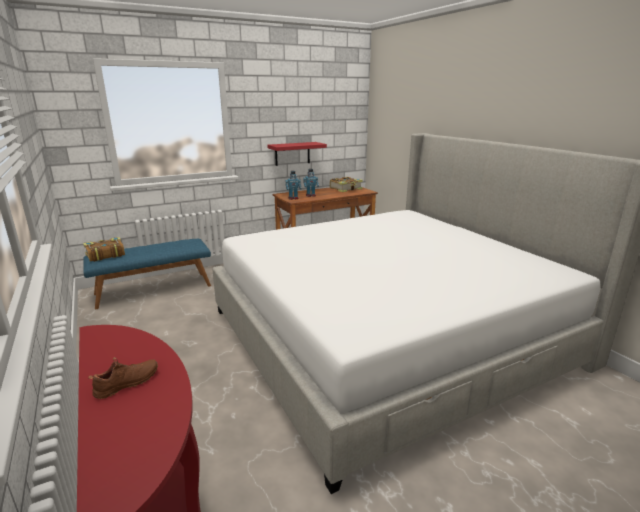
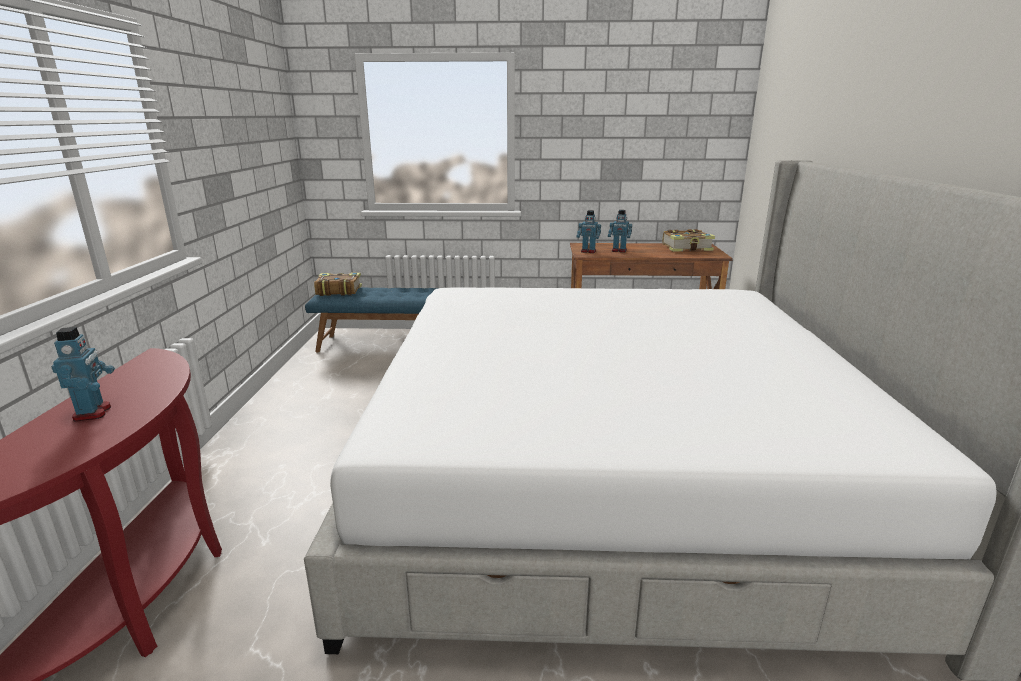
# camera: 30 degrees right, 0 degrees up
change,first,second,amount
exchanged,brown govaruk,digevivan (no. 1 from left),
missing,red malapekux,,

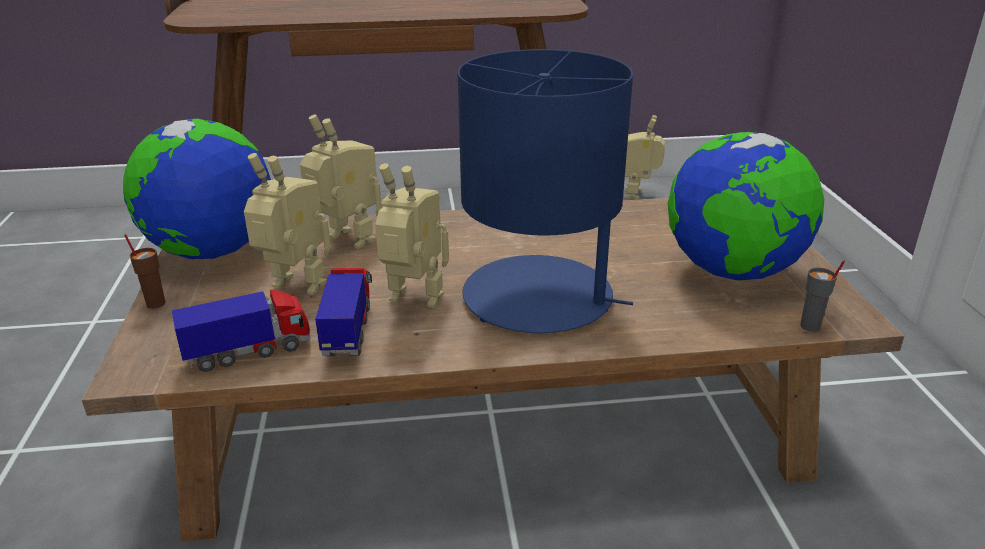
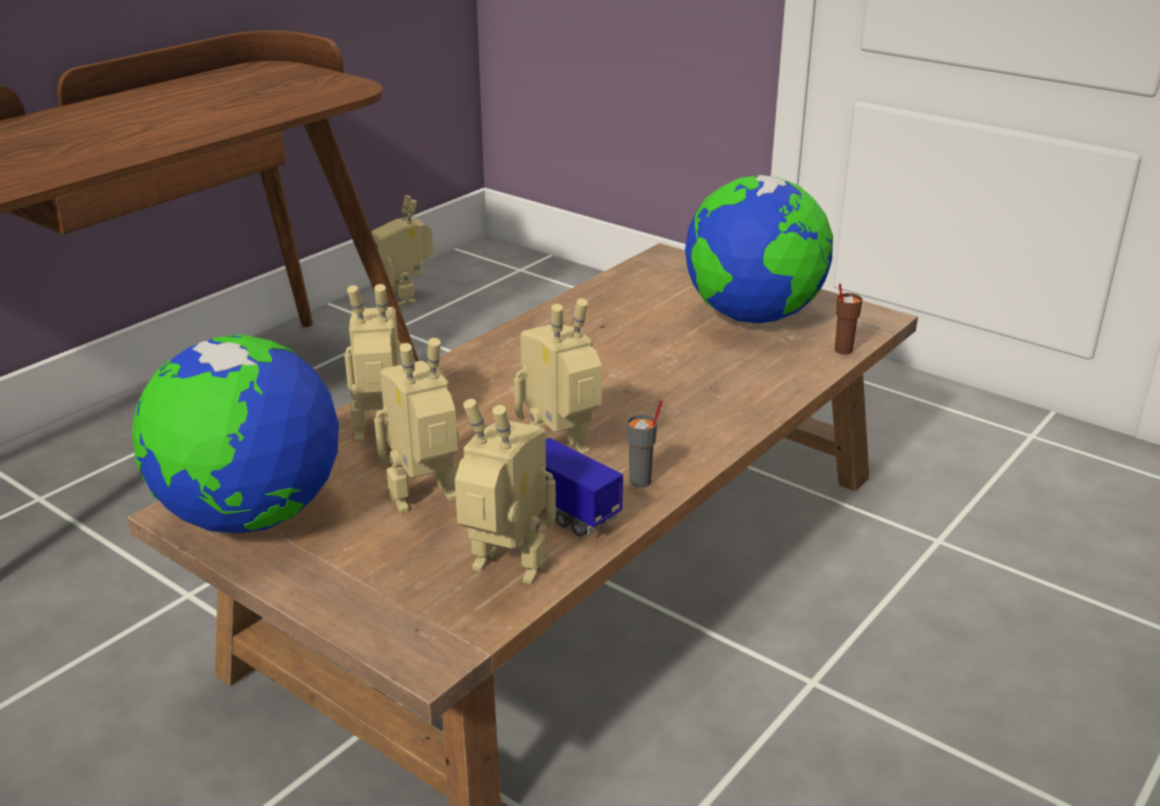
# camera: 45 degrees left, 0 degrees up
change,first,second,amount
relocated,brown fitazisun,,
exchanged,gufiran (no. 1 from left),digevivan (no. 4 from left),
missing,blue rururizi,,
relocated,grey fitazisun,,

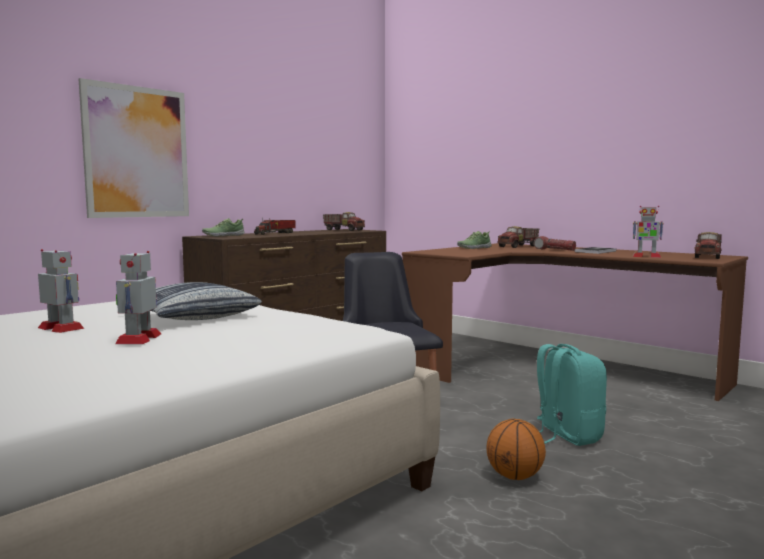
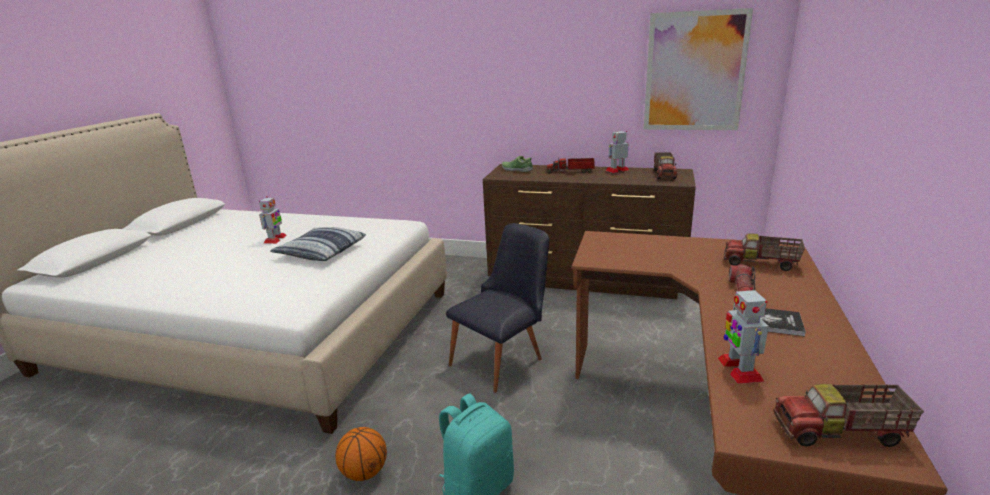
# camera: 65 degrees right, 15 degrees up
change,first,second,amount
relocated,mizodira,,
relocated,digevivan (no. 2 from left),,
missing,govaruk (no. 2 from left),,

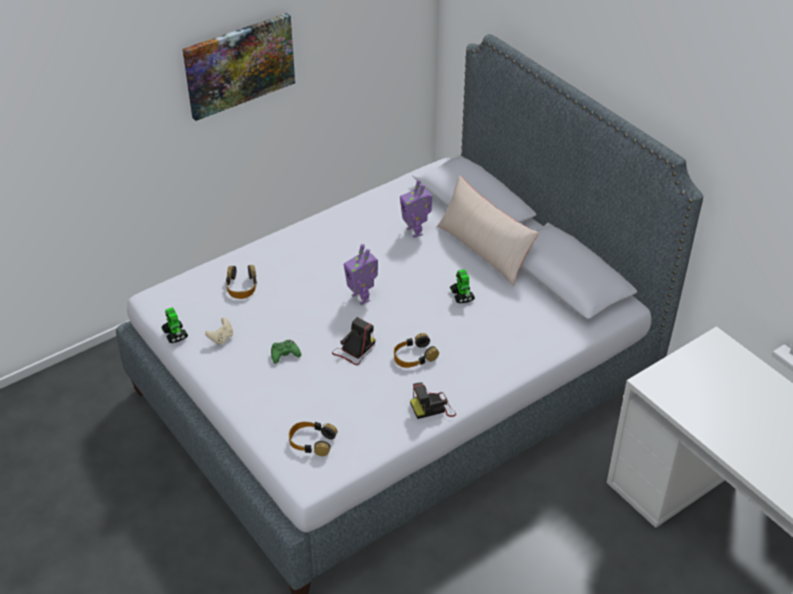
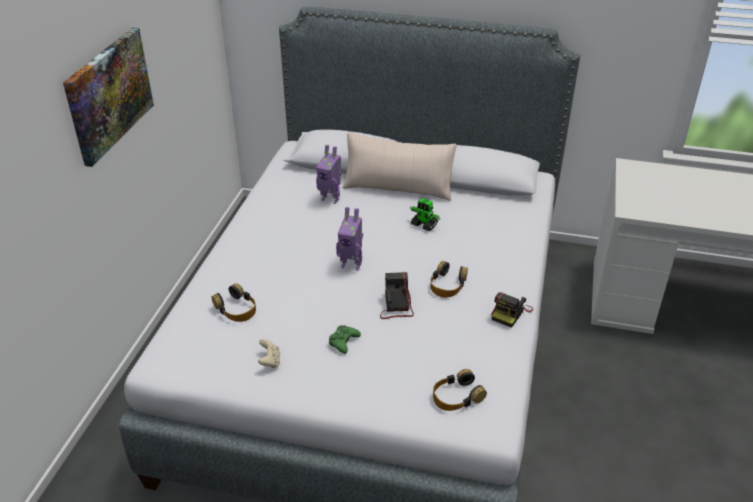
# camera: 40 degrees left, 5 degrees down
change,first,second,amount
missing,digevivan (no. 1 from left),,

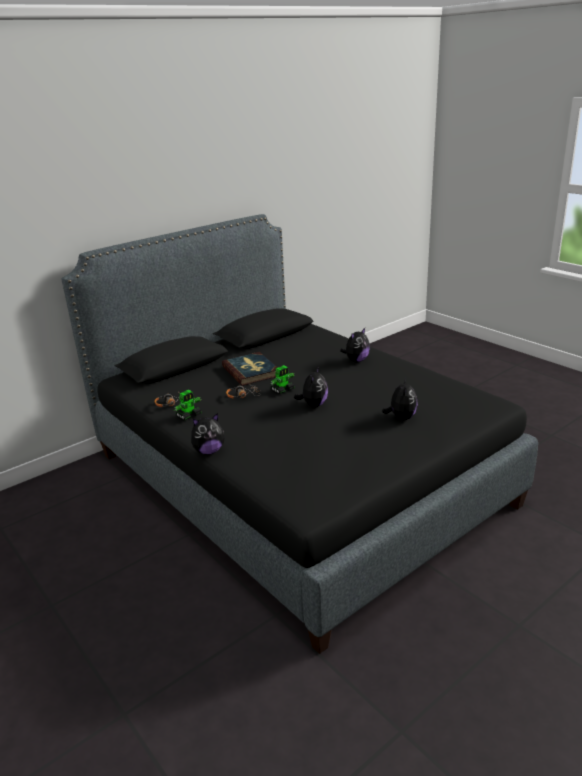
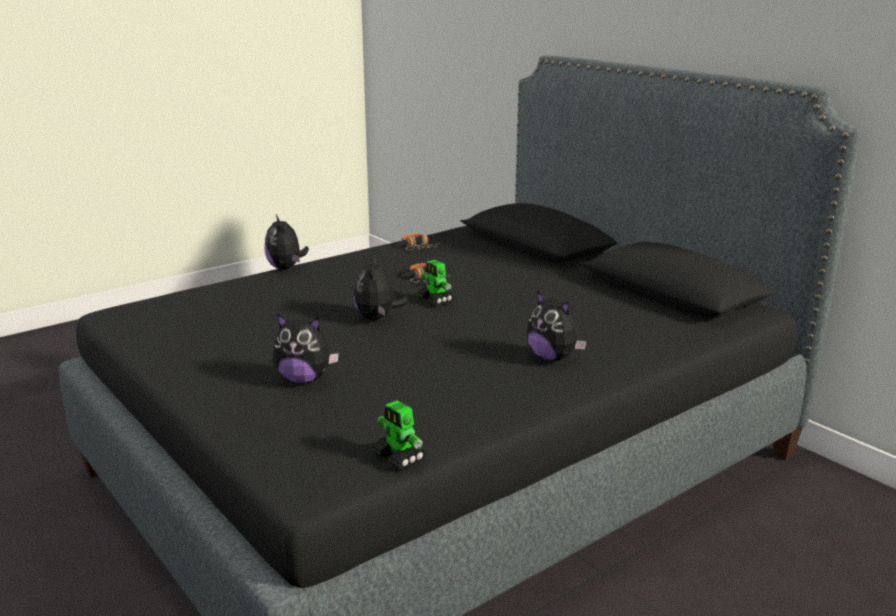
# camera: 90 degrees right, 5 degrees down
change,first,second,amount
relocated,digevivan (no. 1 from left),,
missing,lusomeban,,
spun,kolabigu (no. 2 from left in the first image),kolabigu (no. 3 from left),75 degrees clockwise

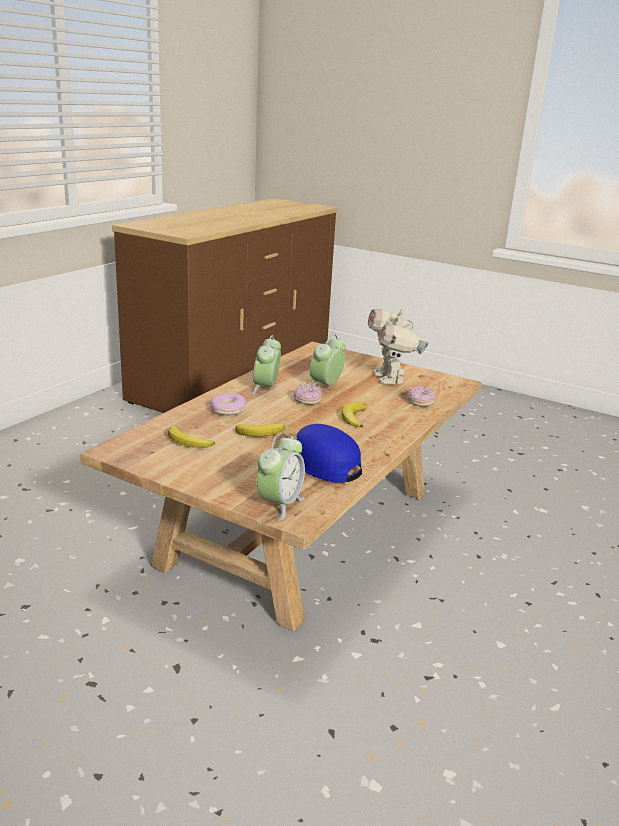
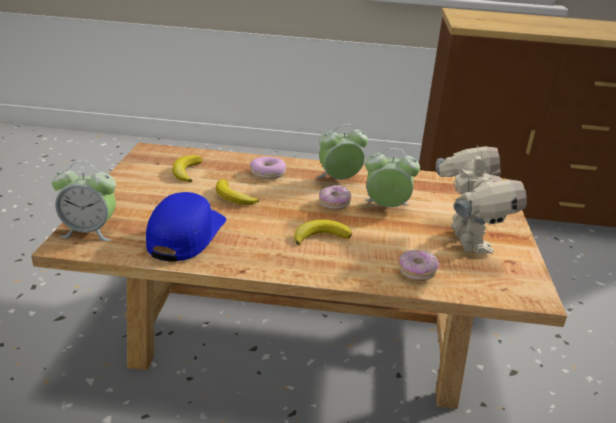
# camera: 65 degrees right, 5 degrees up
change,first,second,amount
spun,digevivan,,120 degrees clockwise

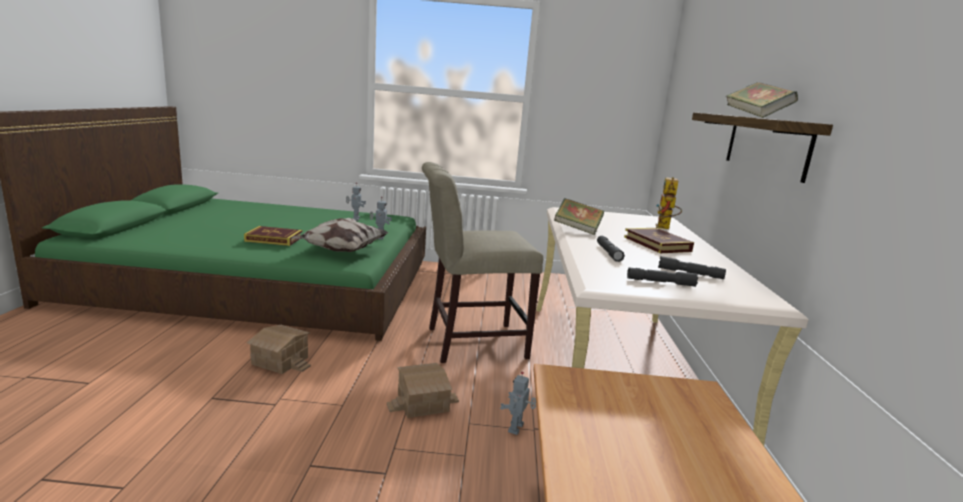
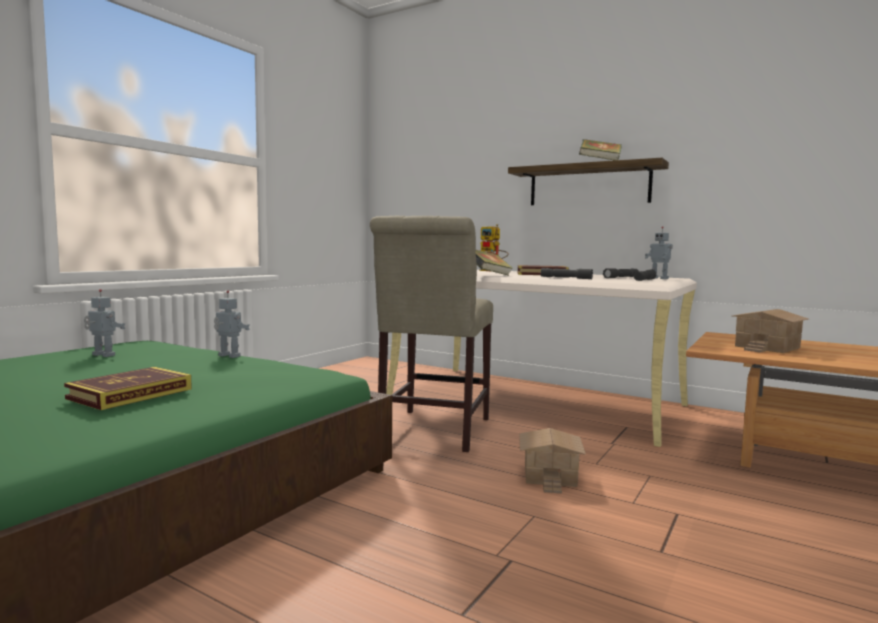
# camera: 60 degrees left, 10 degrees down
change,first,second,amount
relocated,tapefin (no. 1 from left in the first image),tapefin (no. 2 from left),
missing,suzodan,,
relocated,digevivan (no. 3 from left in the first image),digevivan (no. 4 from left),

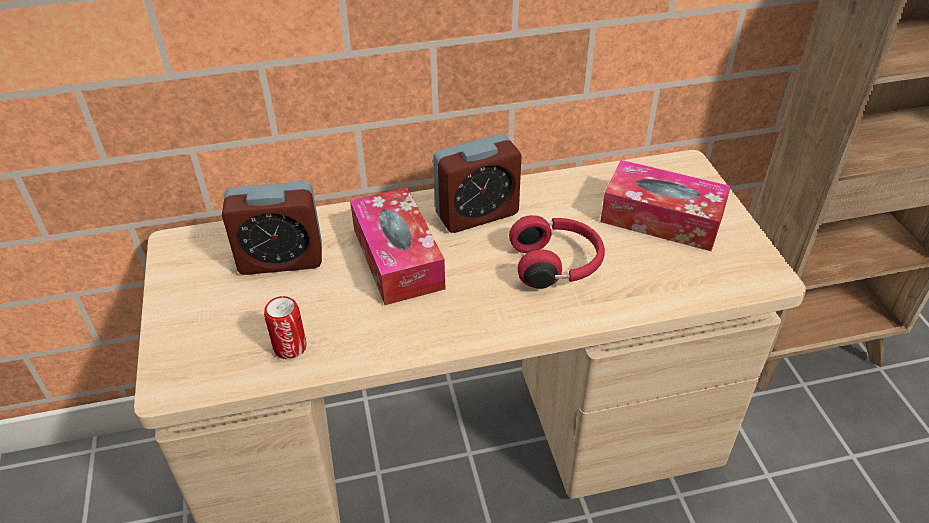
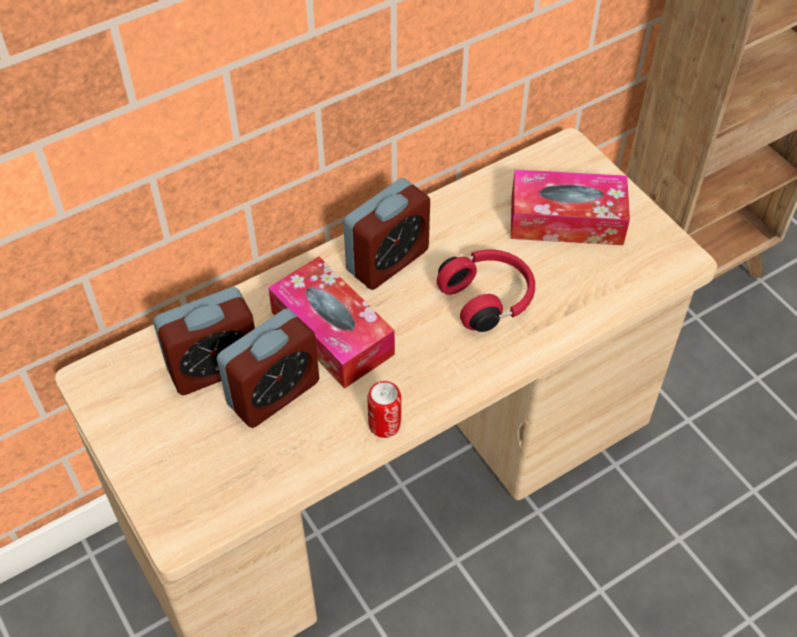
# camera: 20 degrees left, 10 degrees up
change,first,second,amount
relocated,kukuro,,
appeared,,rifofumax (no. 2 from left),

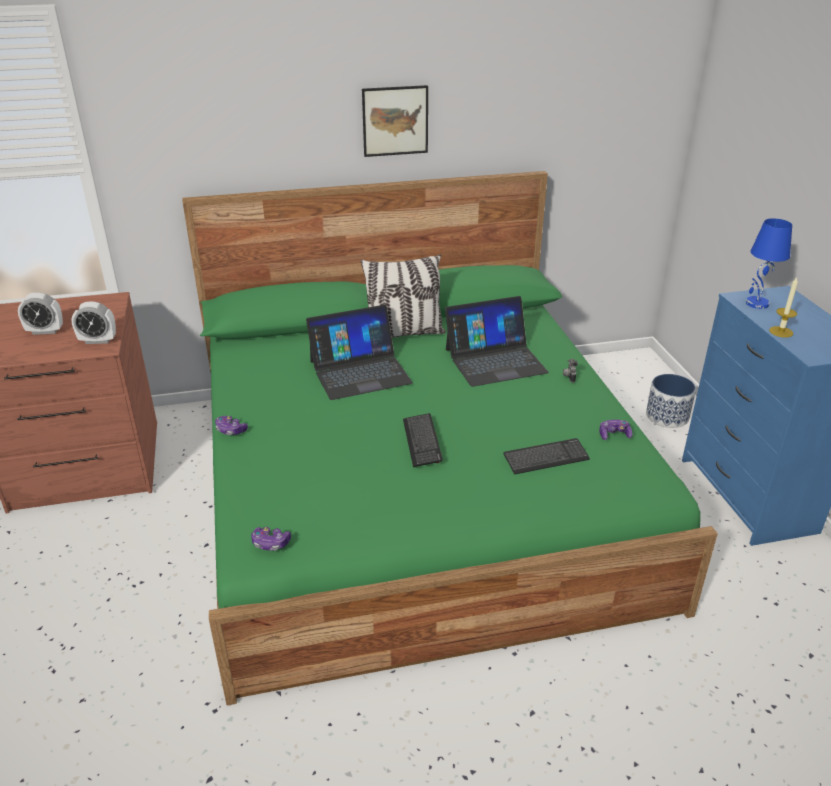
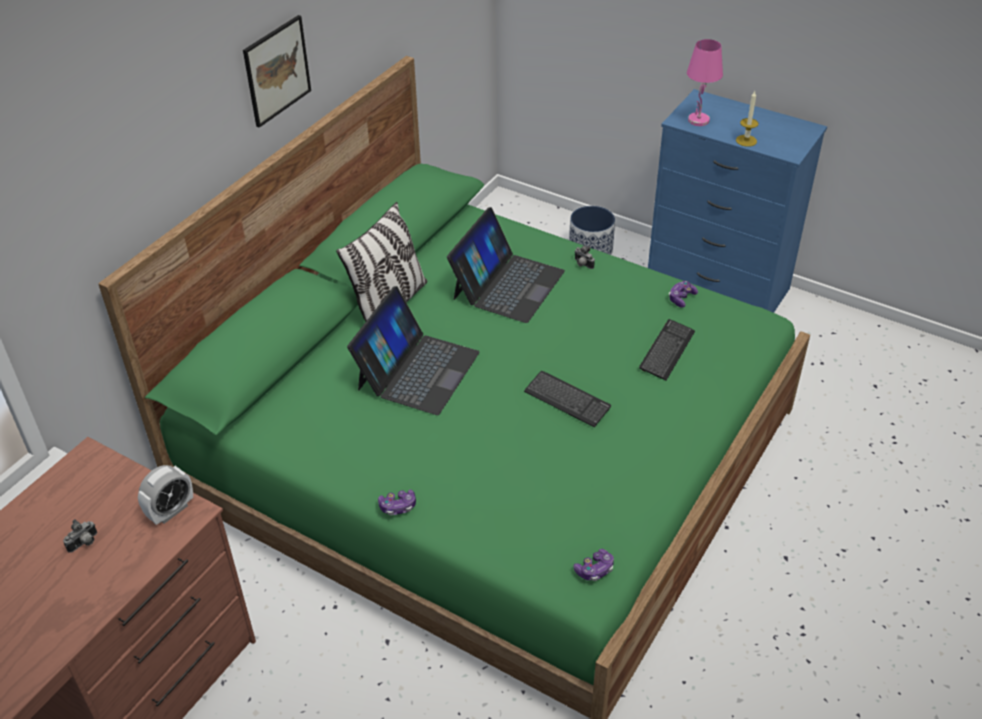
# camera: 45 degrees left, 10 degrees up
change,first,second,amount
exchanged,rifofumax (no. 1 from left),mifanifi (no. 1 from left),
colour,blue rururizi,pink rururizi,

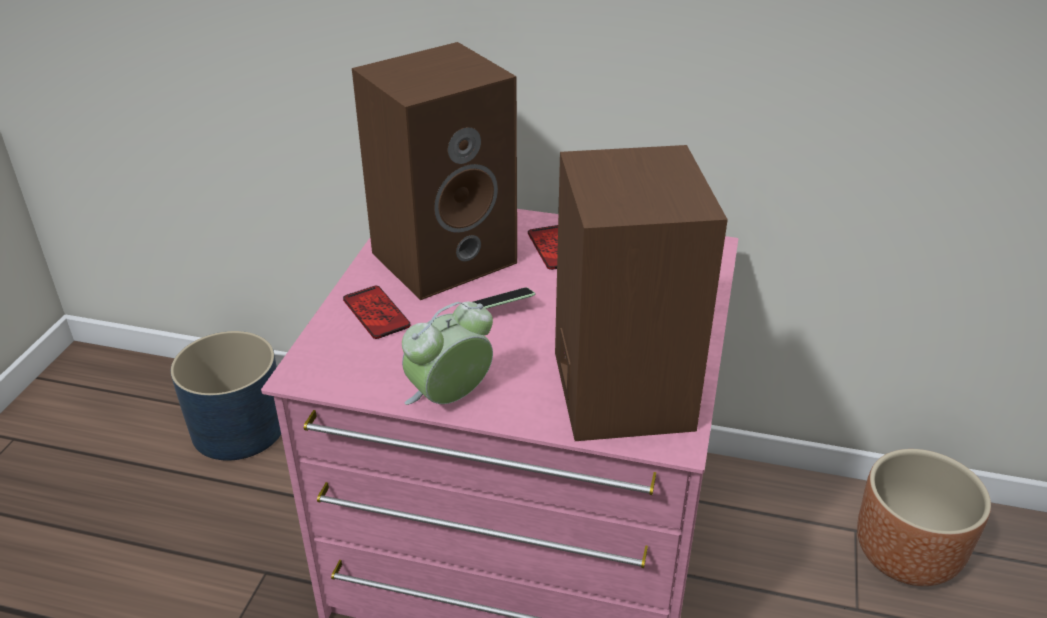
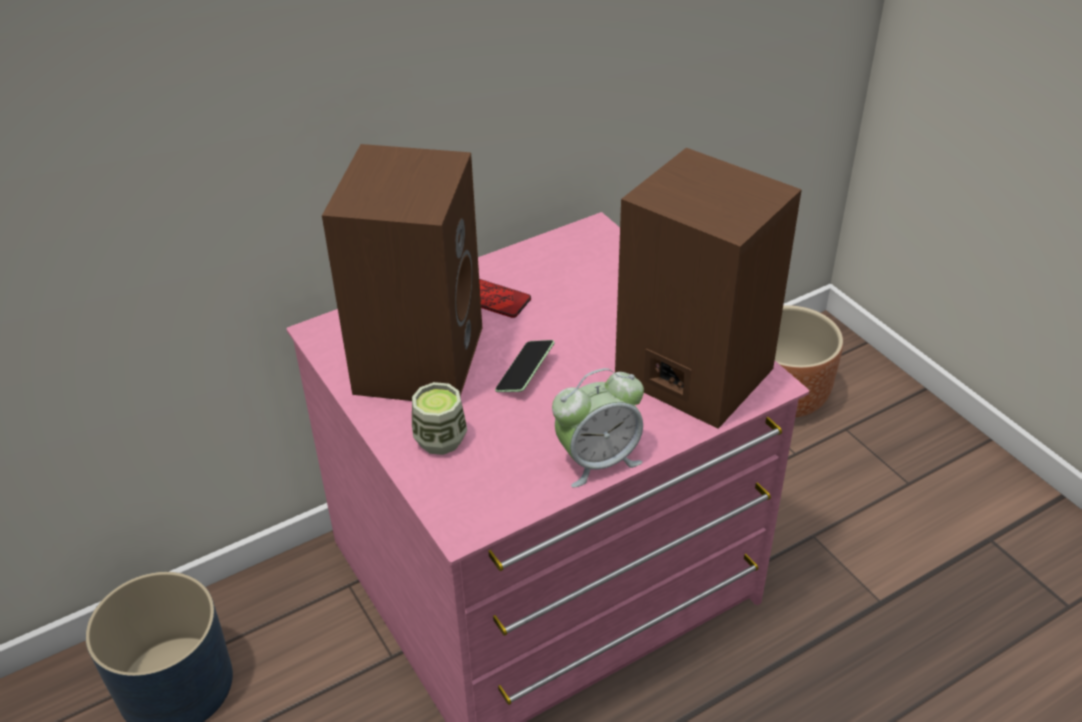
# camera: 45 degrees left, 5 degrees up
change,first,second,amount
exchanged,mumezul (no. 1 from left),fitazisun,
spun,rifofumax,,120 degrees counterclockwise

